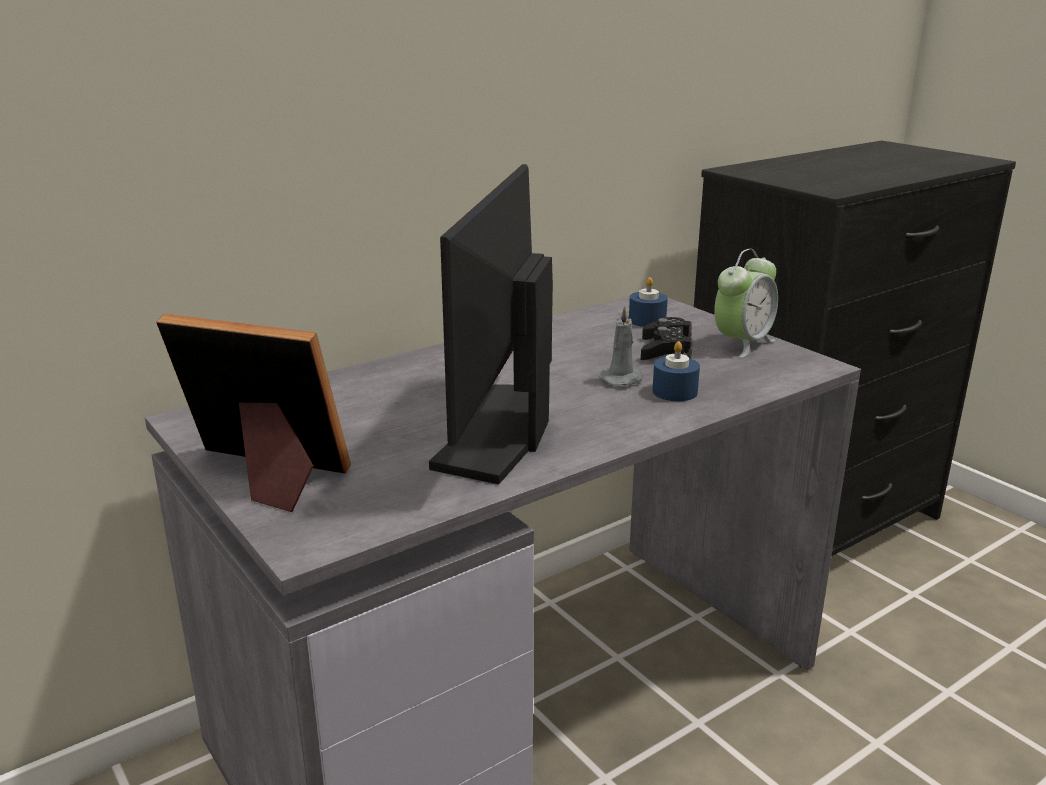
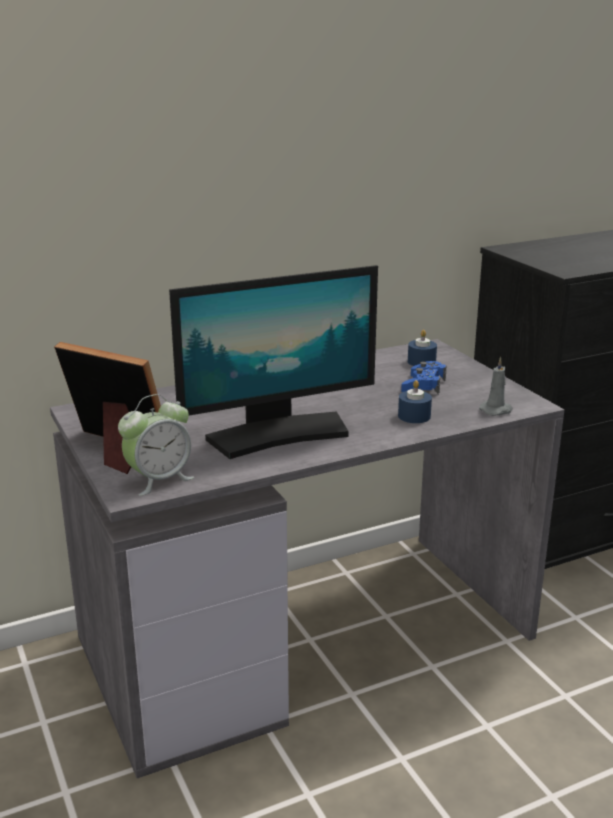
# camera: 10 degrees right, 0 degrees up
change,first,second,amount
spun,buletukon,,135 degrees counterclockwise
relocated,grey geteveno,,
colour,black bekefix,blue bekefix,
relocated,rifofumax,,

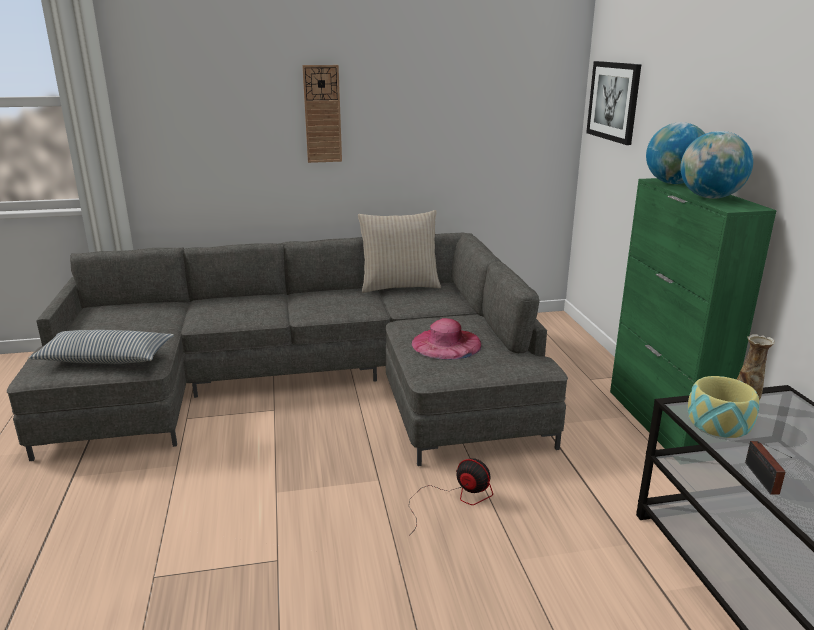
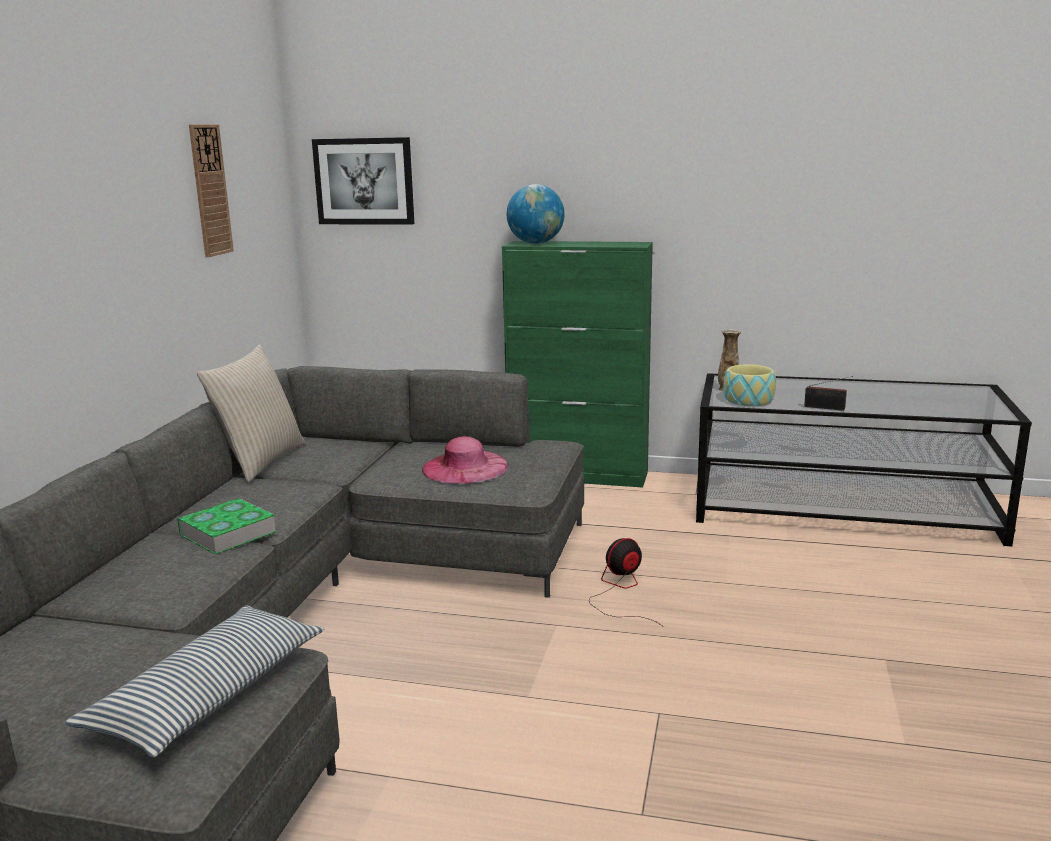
# camera: 65 degrees left, 5 degrees down
change,first,second,amount
relocated,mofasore,,
missing,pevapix (no. 2 from left),,
appeared,,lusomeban,

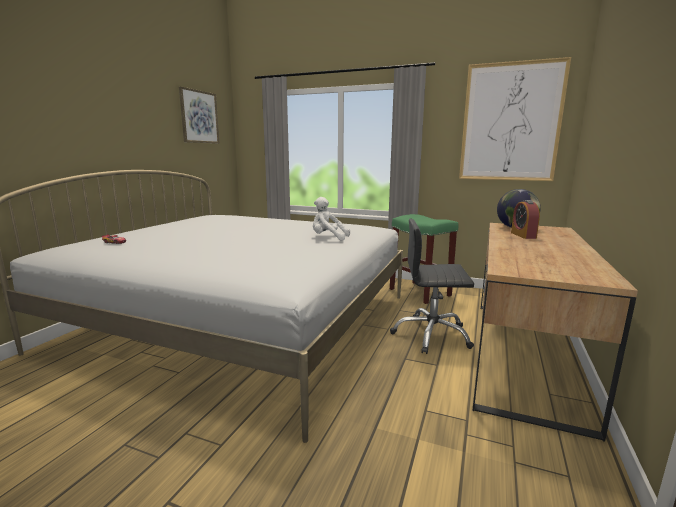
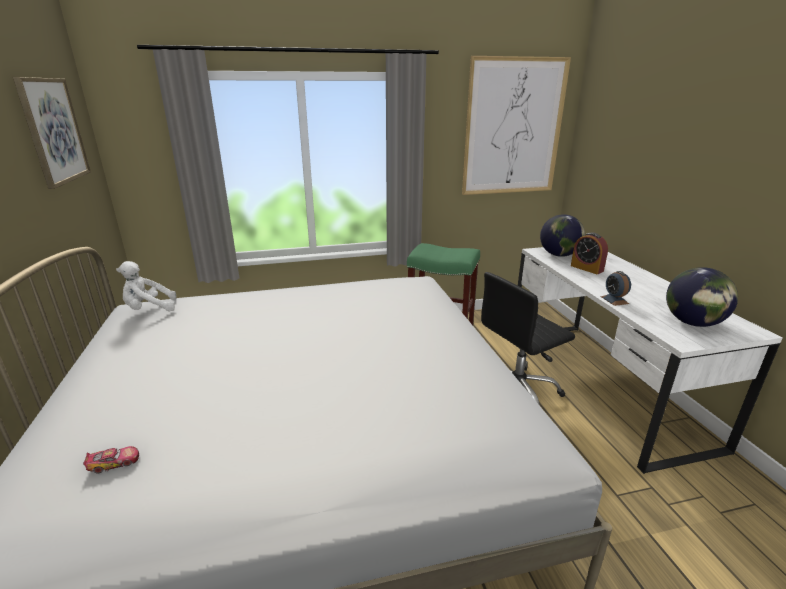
# camera: 35 degrees left, 10 degrees up
change,first,second,amount
relocated,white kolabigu,,
colour,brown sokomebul,white sokomebul,
appeared,,rifofumax (no. 2 from left),
appeared,,pevapix (no. 2 from left),

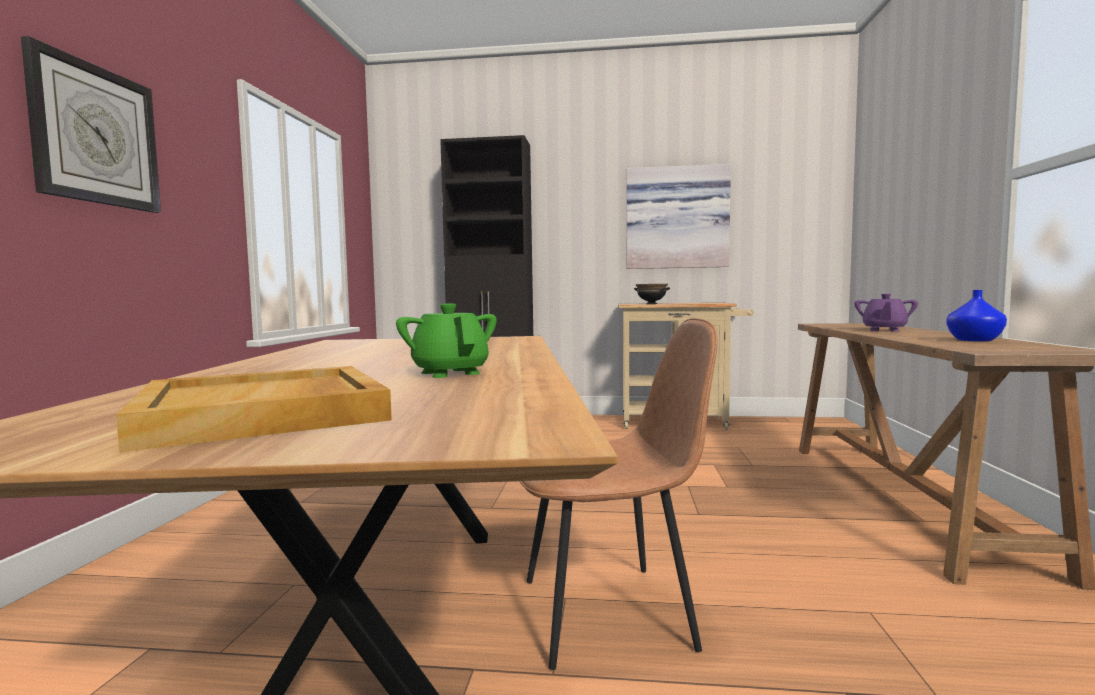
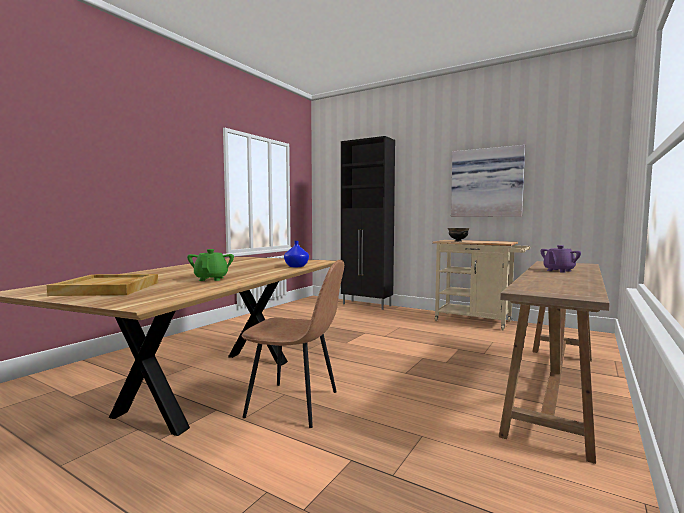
# camera: 25 degrees right, 0 degrees up
change,first,second,amount
missing,mofasore,,
relocated,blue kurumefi,,

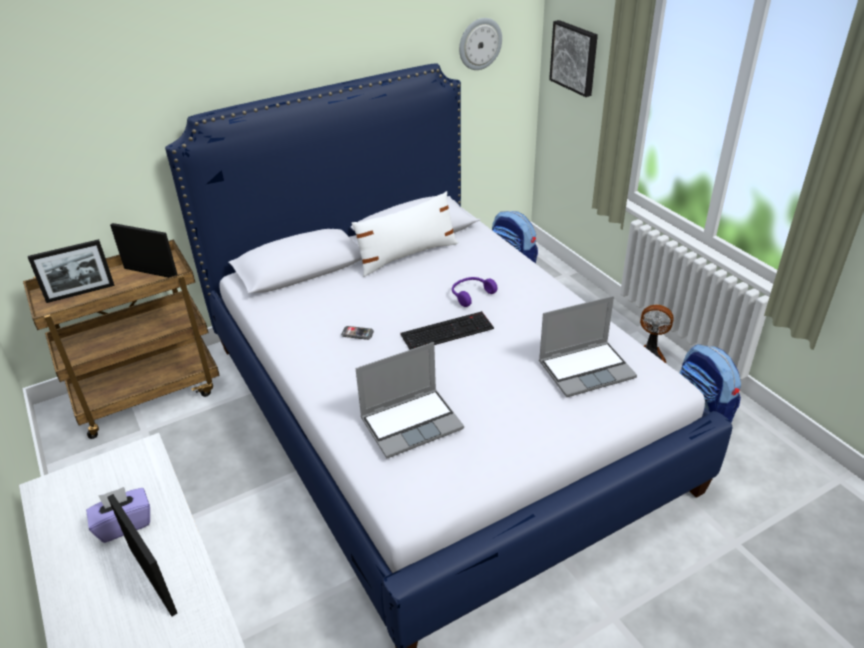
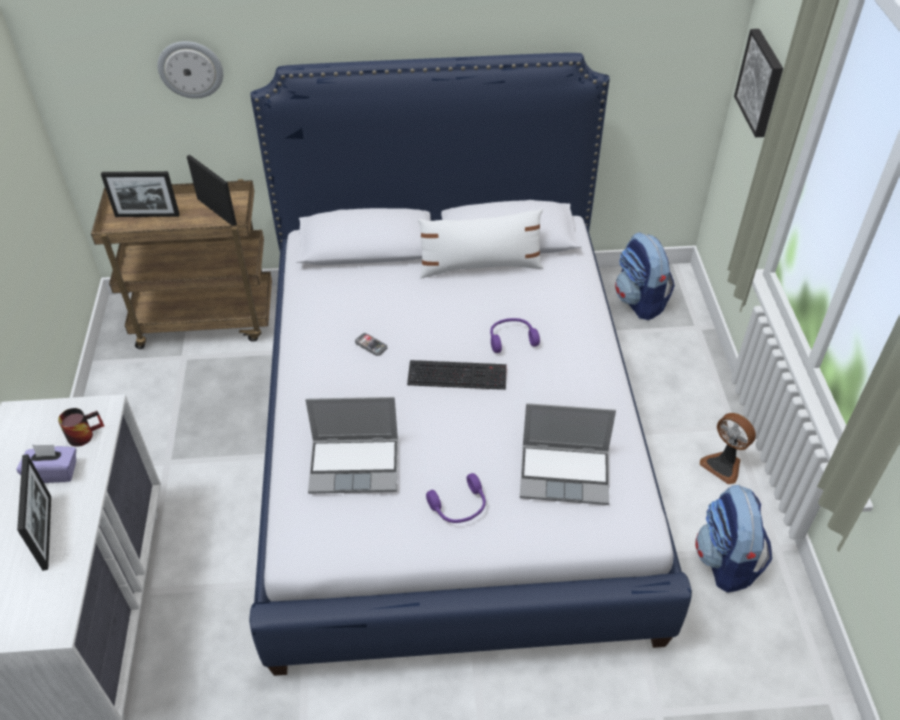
# camera: 25 degrees right, 10 degrees up
change,first,second,amount
relocated,mofasore,,
appeared,,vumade,
appeared,,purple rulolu (no. 1 from left),

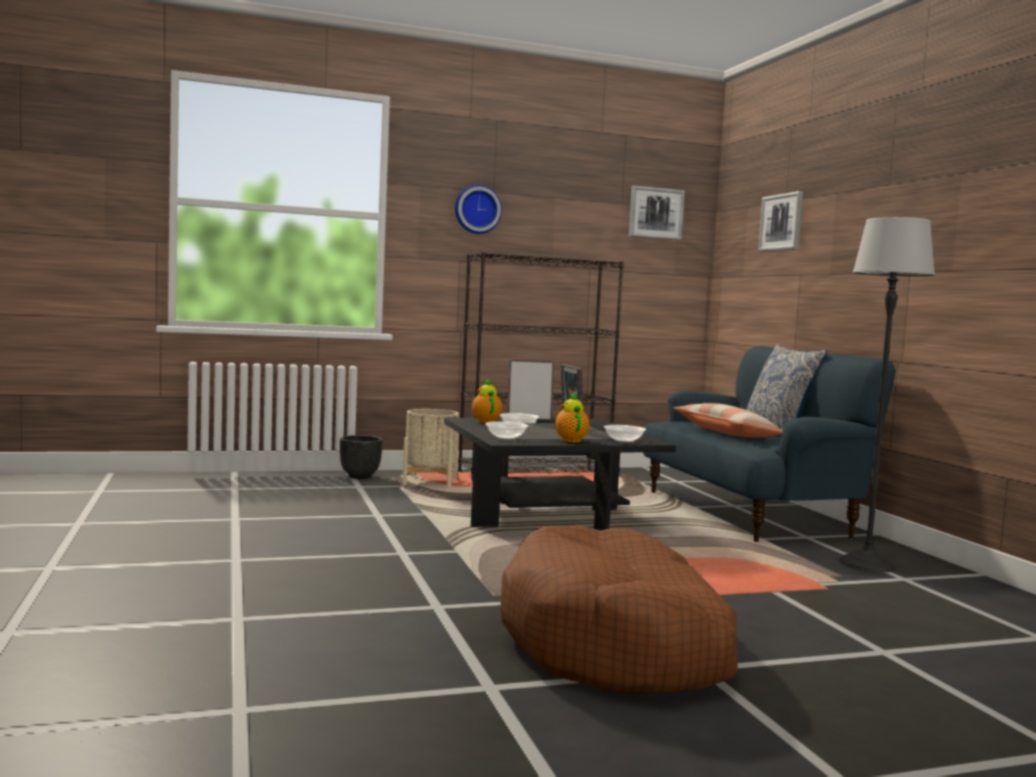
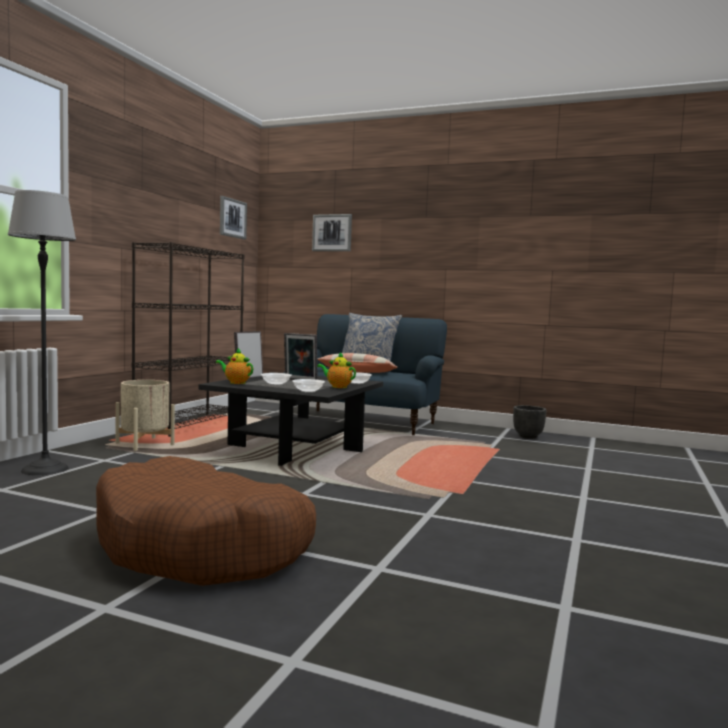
# camera: 50 degrees left, 0 degrees up
change,first,second,amount
relocated,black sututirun,,
missing,mofasore,,
relocated,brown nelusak,,
relocated,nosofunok,,

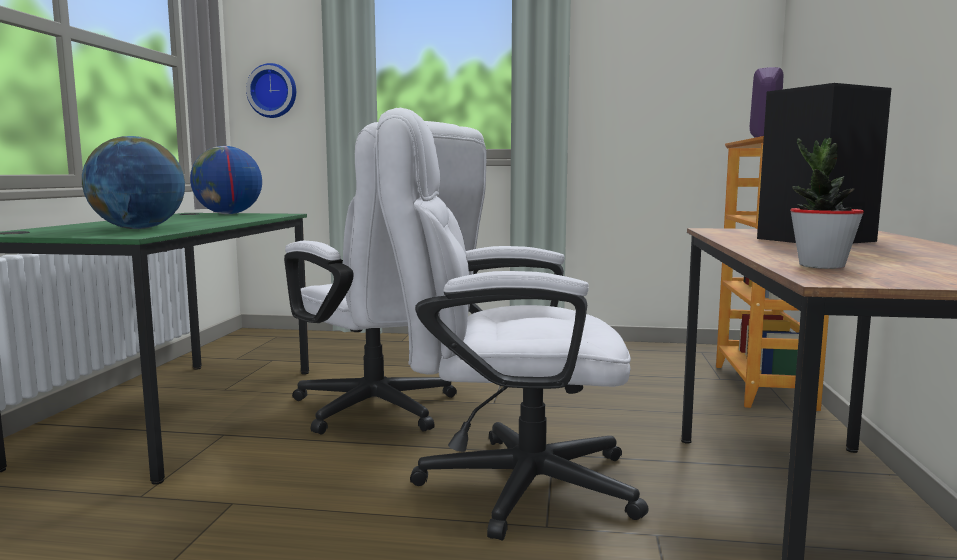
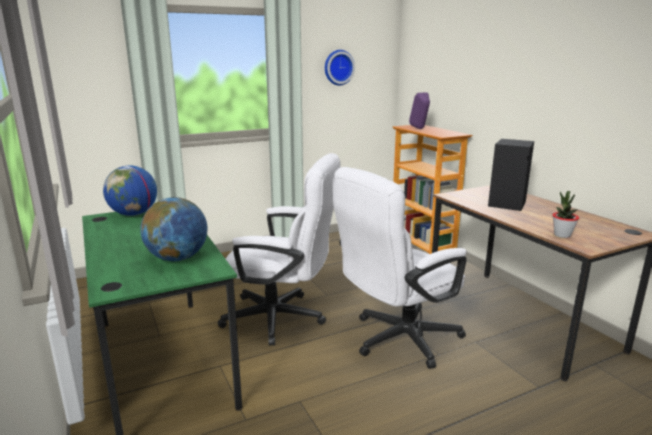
# camera: 35 degrees left, 10 degrees up
change,first,second,amount
relocated,mofasore,,

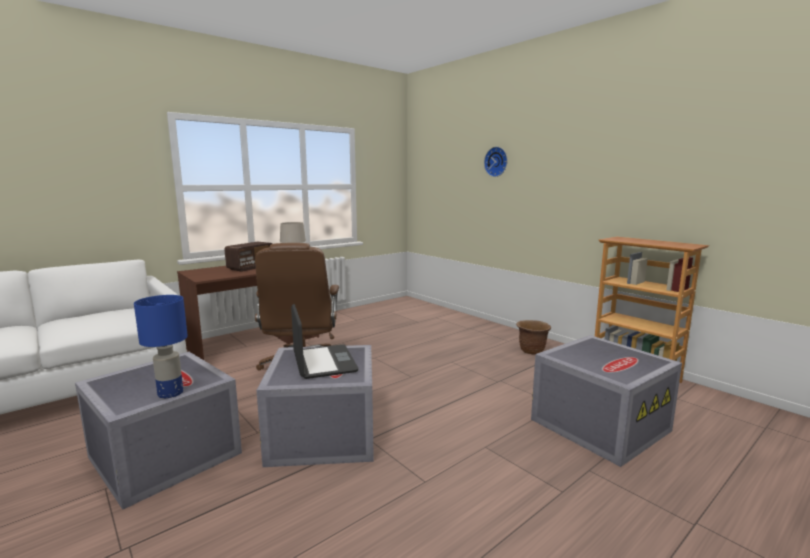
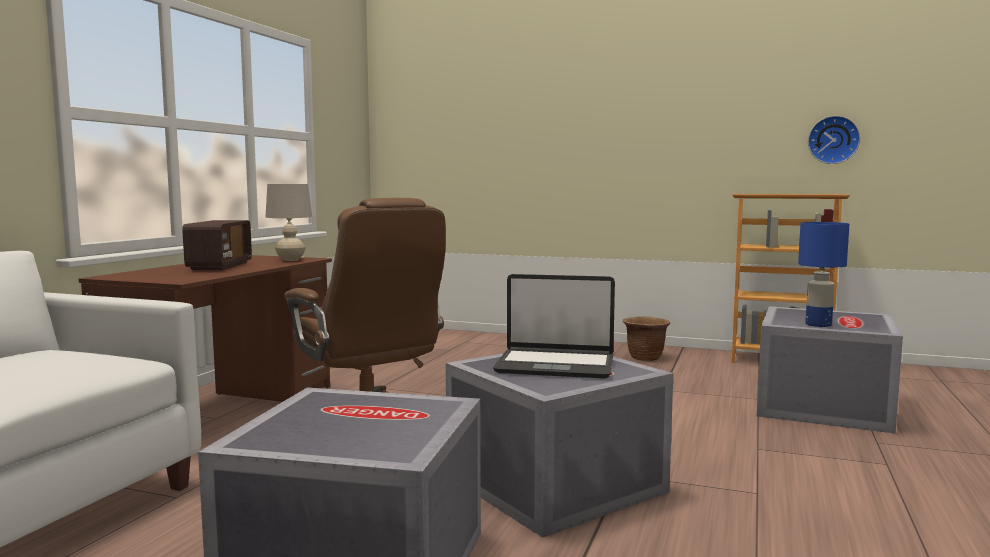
# camera: 30 degrees left, 5 degrees down
change,first,second,amount
relocated,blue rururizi,,
spun,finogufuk,,150 degrees clockwise
relocated,mofasore,,

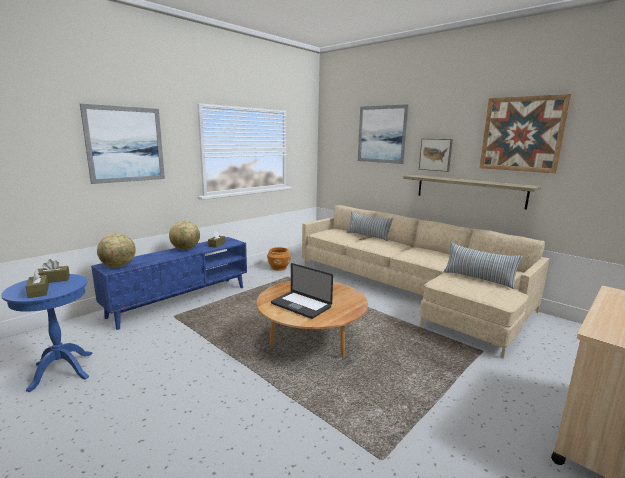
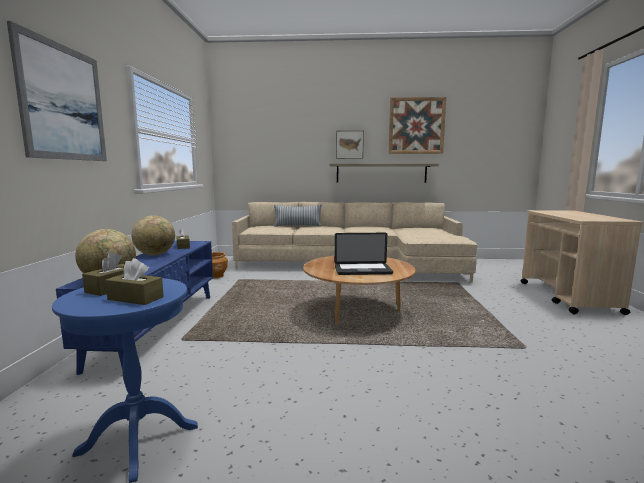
# camera: 40 degrees left, 5 degrees down
change,first,second,amount
missing,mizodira (no. 2 from left),,
missing,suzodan (no. 2 from left),,

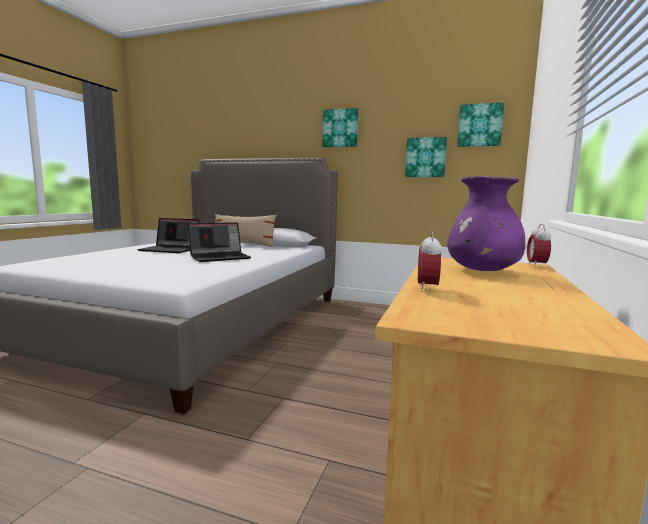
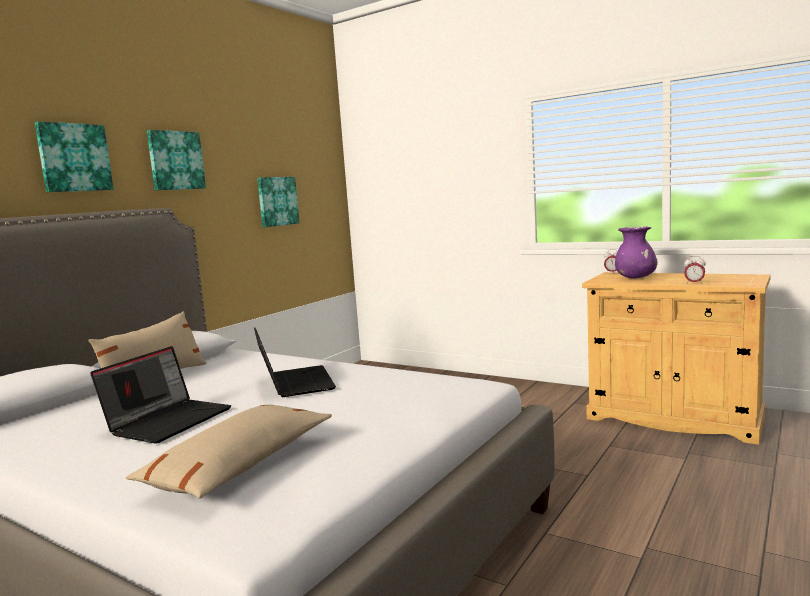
# camera: 75 degrees left, 0 degrees up
change,first,second,amount
relocated,mizodira (no. 3 from left in the first image),mizodira (no. 1 from left),
appeared,,beige suzodan (no. 2 from left),

